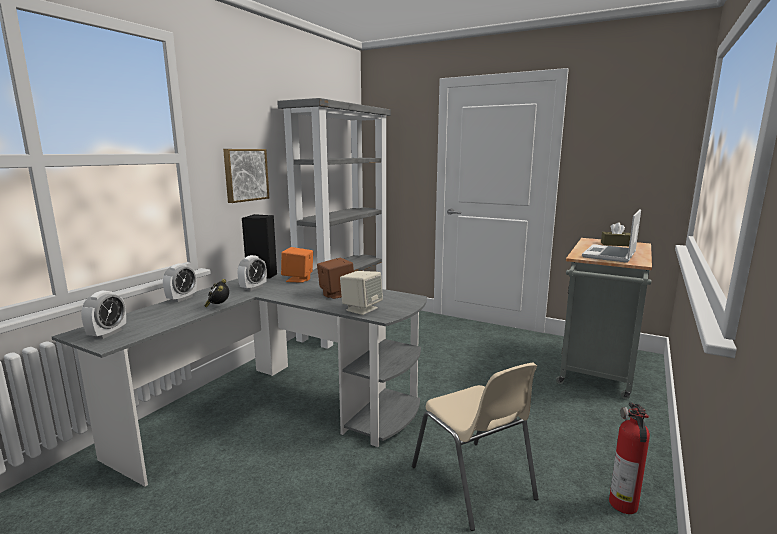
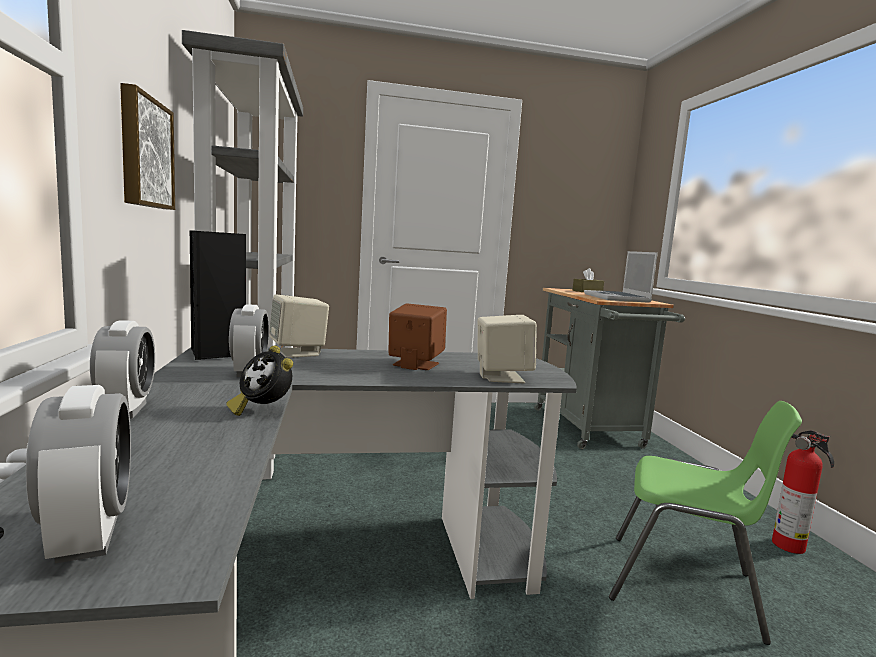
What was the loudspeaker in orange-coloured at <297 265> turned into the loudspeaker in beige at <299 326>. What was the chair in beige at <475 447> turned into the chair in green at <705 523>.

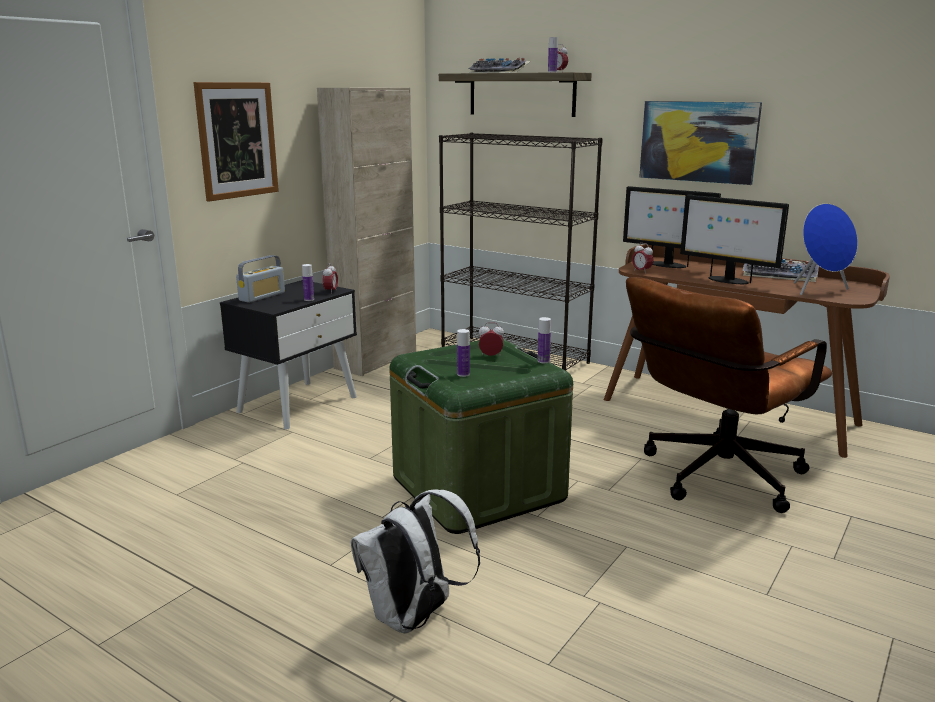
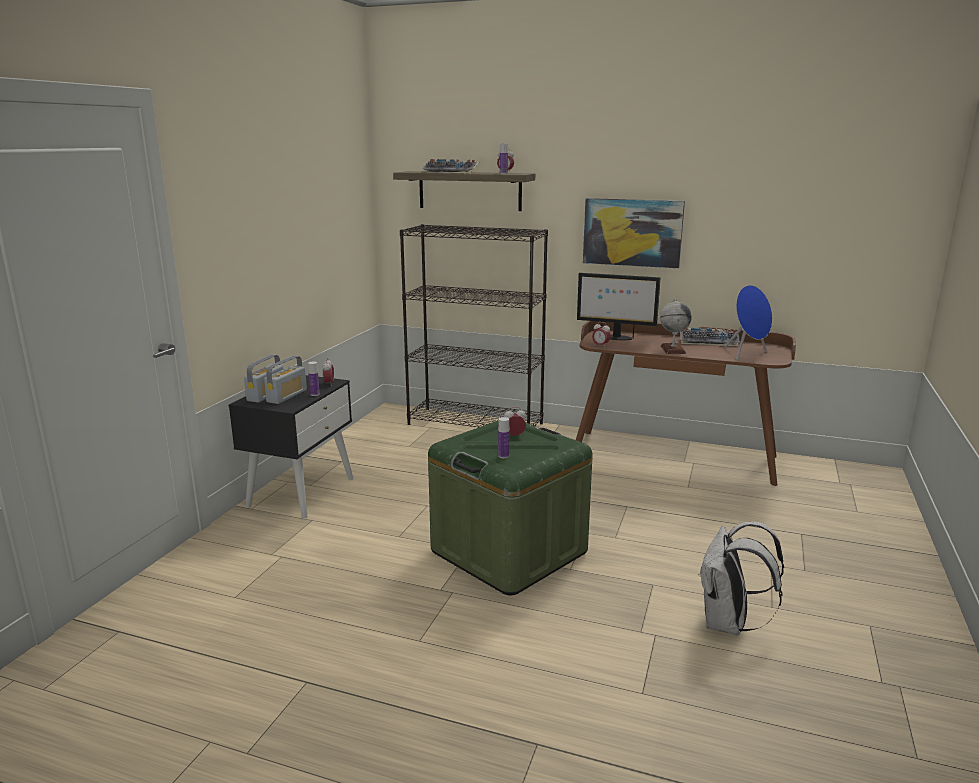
The second view lost the wall art at <236 142>. The second view lost the cabinet in beige at <366 231>. The knapsack in white-coloured ended up elsewhere, having gone from <415 561> to <741 578>. The second view lost the bottle at <544 340>. The second view lost the computer chair in brown-coloured at <729 395>. Where the monitor stood at <734 239>, the world globe came to stand at <676 326>. The second view gained the radio receiver at <285 380>.

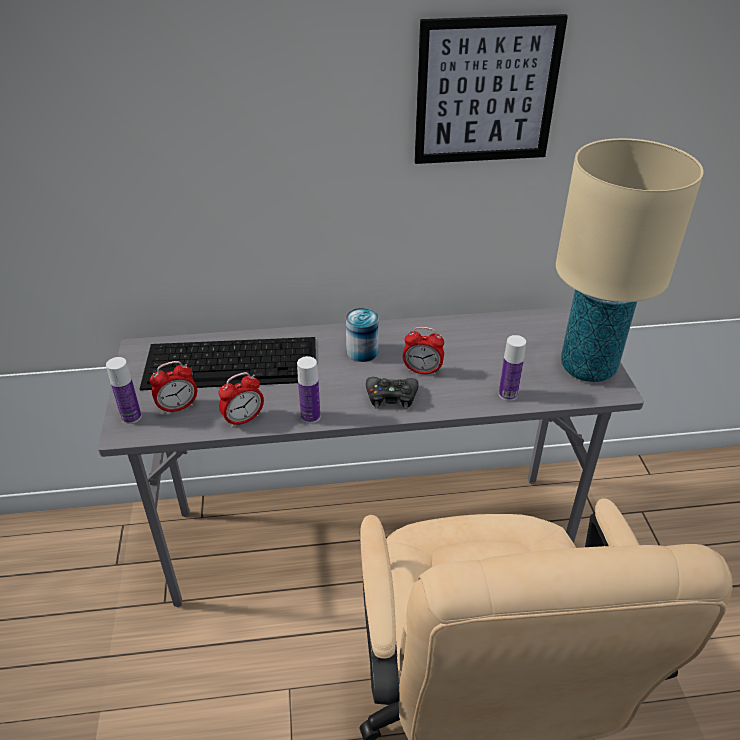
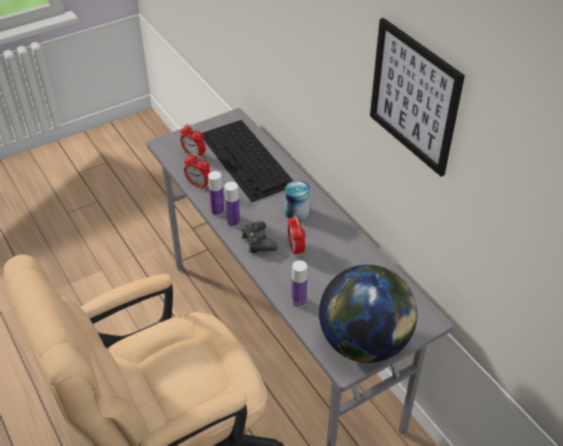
The bottle ended up elsewhere, having gone from <124 390> to <232 204>. Where the tabletop lamp in beige stood at <630 260>, the world globe came to stand at <368 314>.

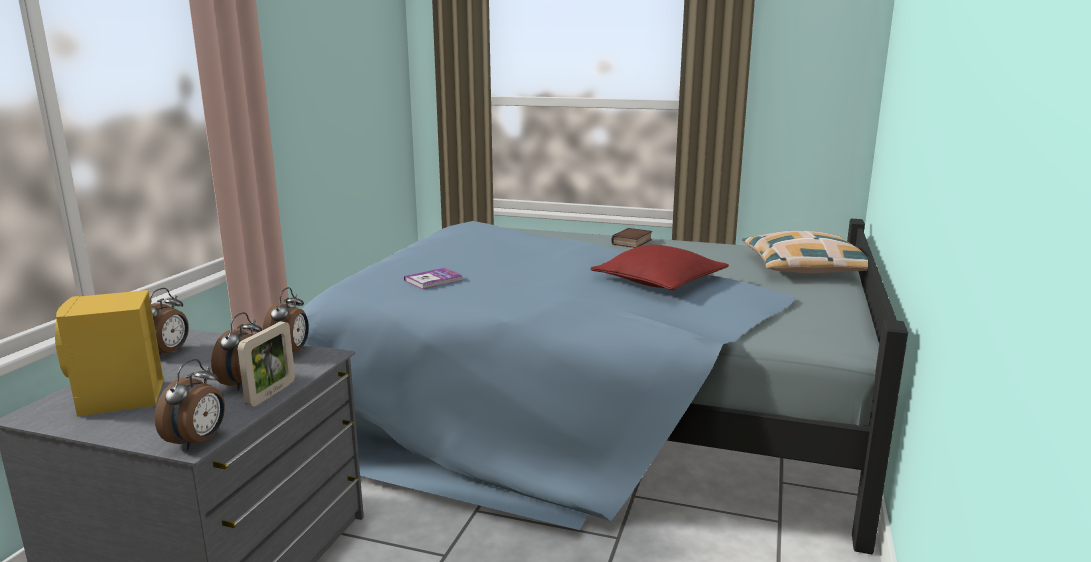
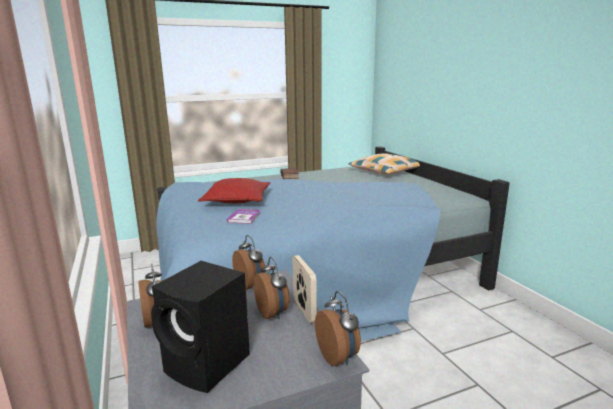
What was the loudspeaker in yellow at <109 353> turned into the loudspeaker in black at <200 327>. The cushion in reddish ended up elsewhere, having gone from <659 267> to <234 190>.

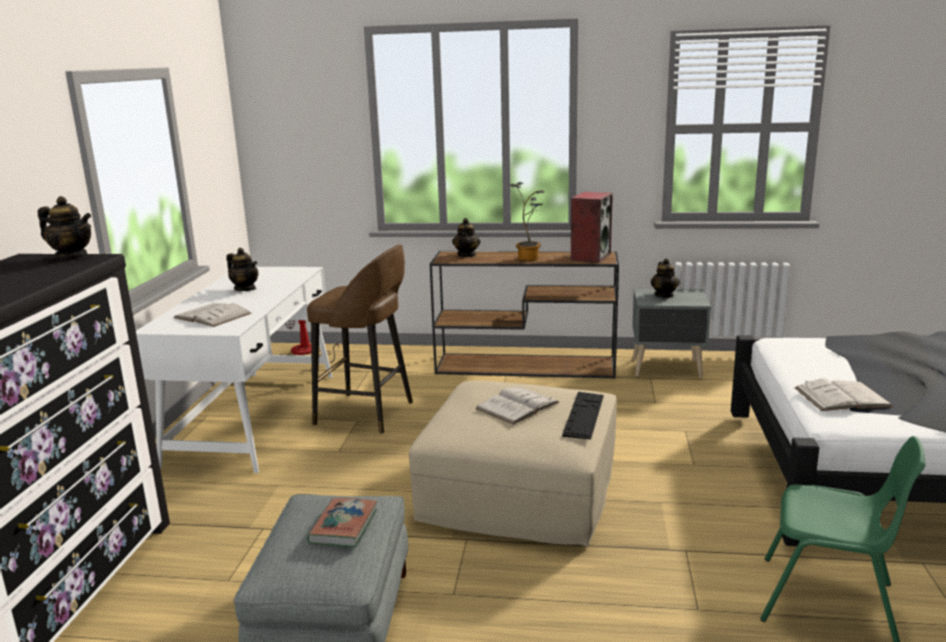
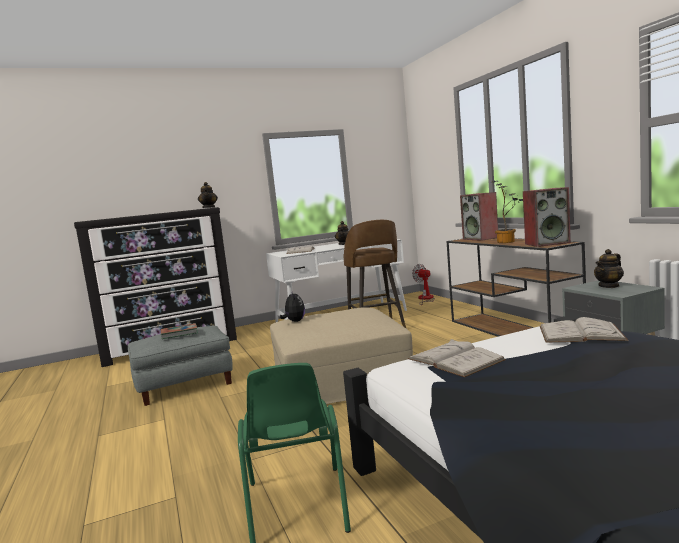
Where the tea pot stood at <466 237>, the loudspeaker came to stand at <479 216>. The volume in white-coloured ended up elsewhere, having gone from <517 406> to <584 329>. The second view lost the PC keyboard at <583 415>. The second view gained the plush toy at <292 307>.

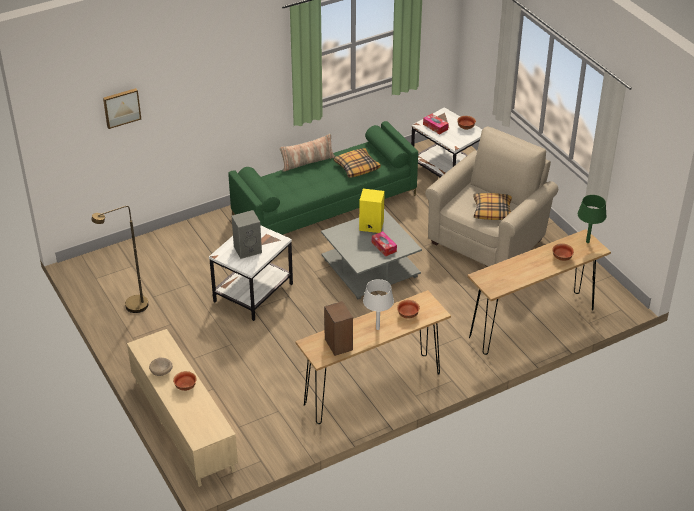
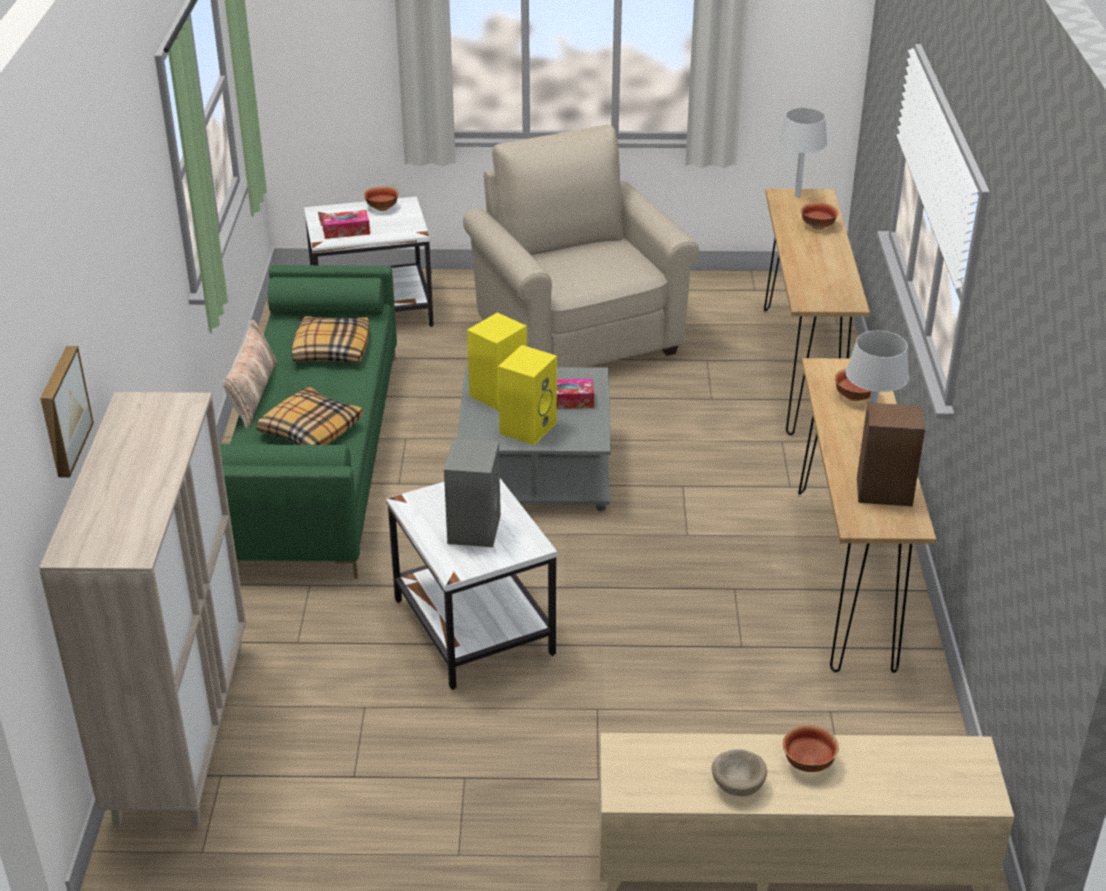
The second view lost the floor lamp in brown-coloured at <119 259>. The cushion ended up elsewhere, having gone from <492 206> to <309 416>. What was the tabletop lamp in green at <592 219> turned into the tabletop lamp in grey at <803 153>. The second view gained the cabinet in beige at <142 610>. The second view gained the loudspeaker in yellow at <527 395>.

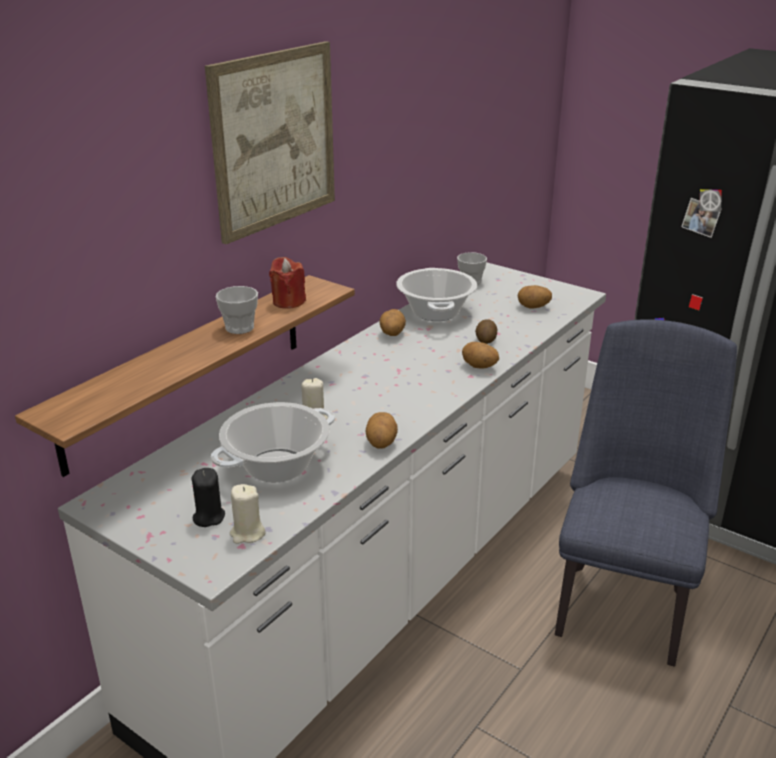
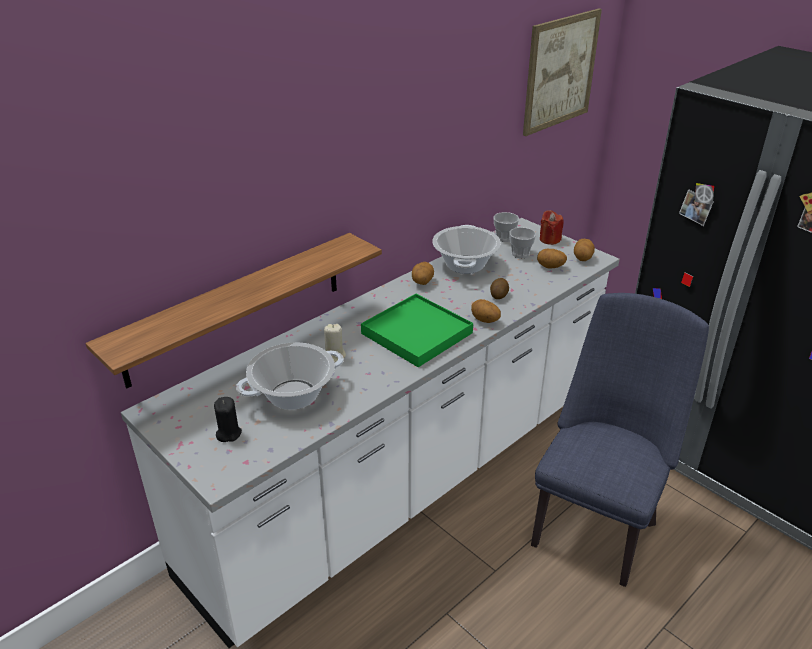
The wall art ended up elsewhere, having gone from <270 142> to <562 72>. The small cup ended up elsewhere, having gone from <237 310> to <522 242>. The second view lost the wax light in beige at <248 514>. The wax light in reddish ended up elsewhere, having gone from <287 283> to <552 227>. The whole potato ended up elsewhere, having gone from <382 430> to <584 250>. The second view gained the tray in green at <417 330>.

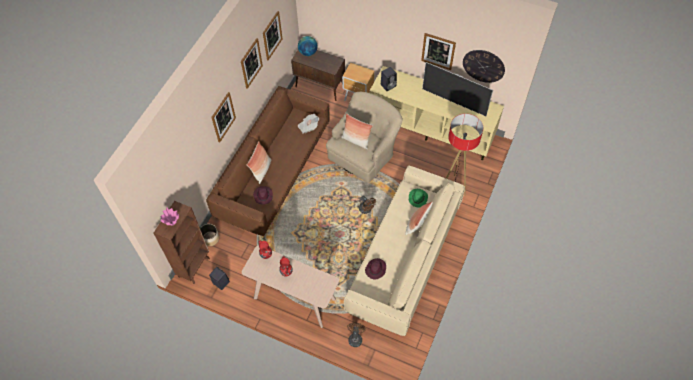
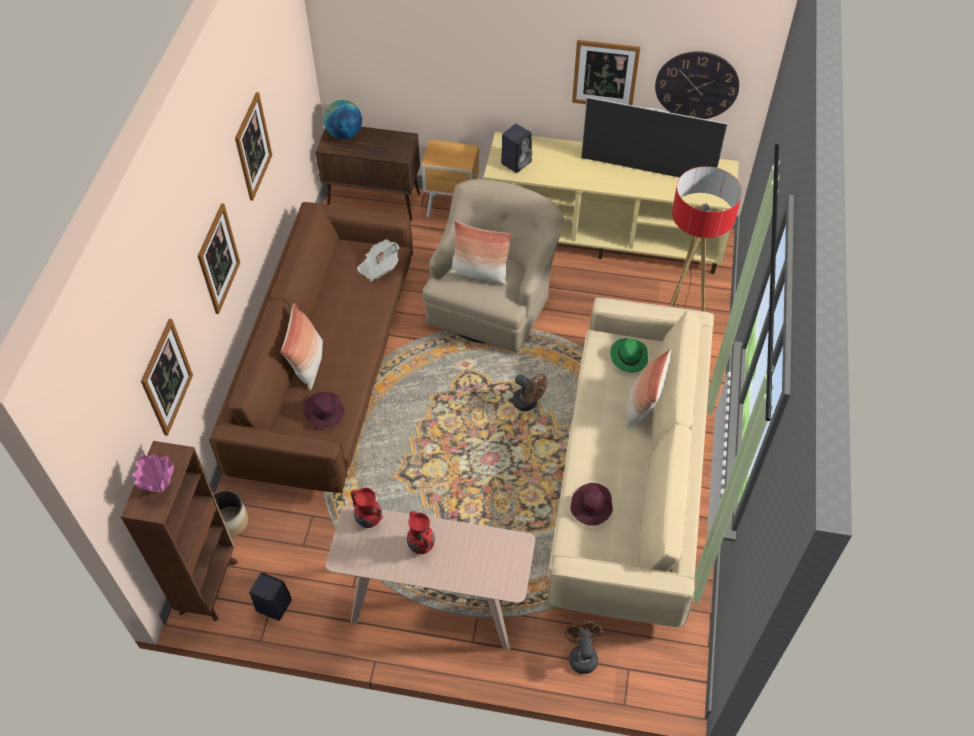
The wall art ended up elsewhere, having gone from <272 35> to <167 377>.

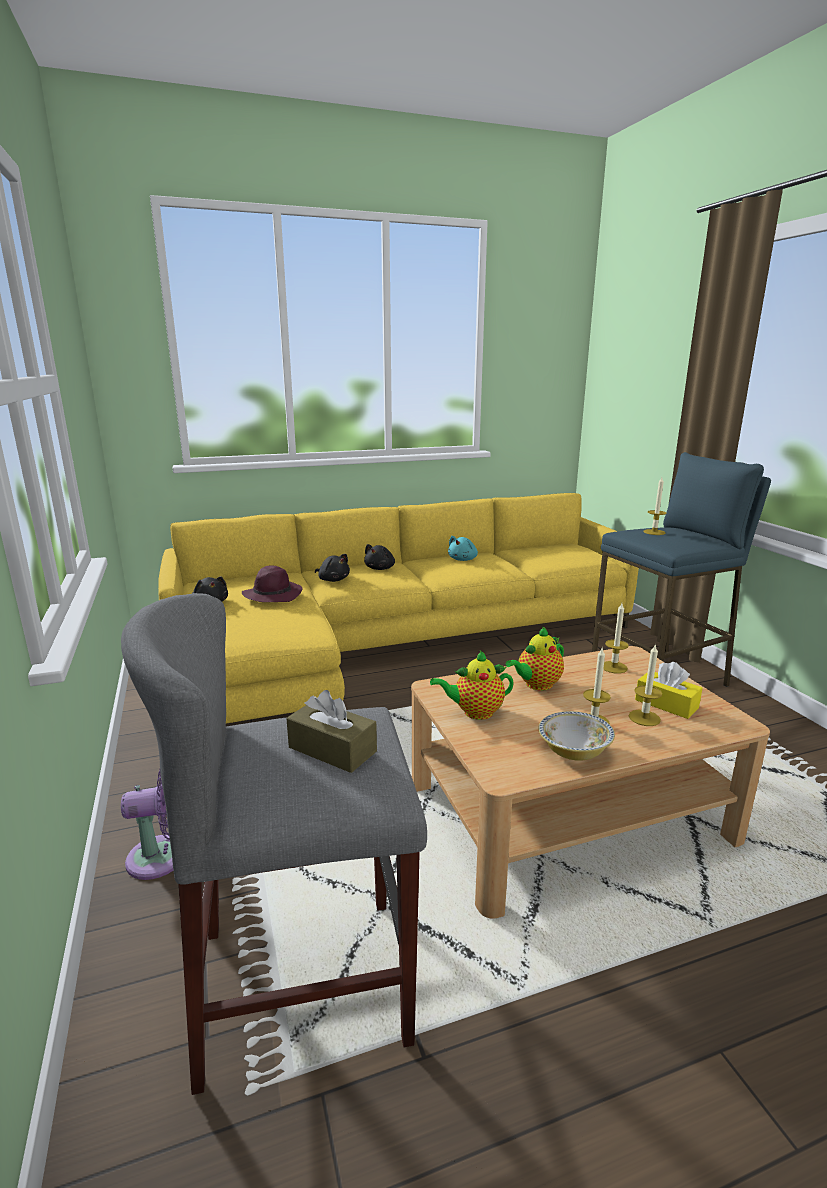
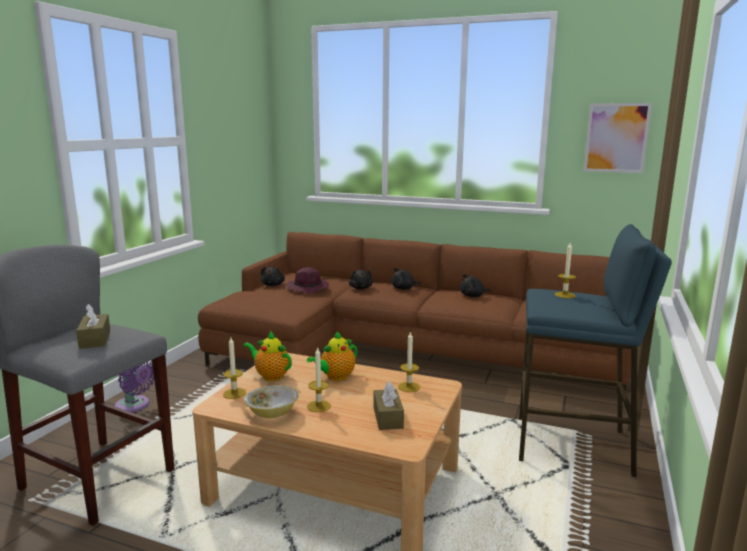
What was the settee in yellow at <398 608> turned into the settee in brown-coloured at <414 316>. What was the plush toy in turquoise at <463 548> turned into the plush toy in black at <475 285>. The tea pot at <535 658> ended up facing another way, 45 degrees counterclockwise from before. The wax light ended up elsewhere, having gone from <645 685> to <234 368>. What was the box of tissues in yellow at <669 690> turned into the box of tissues in brown-coloured at <388 406>. The second view gained the wall art at <617 138>.

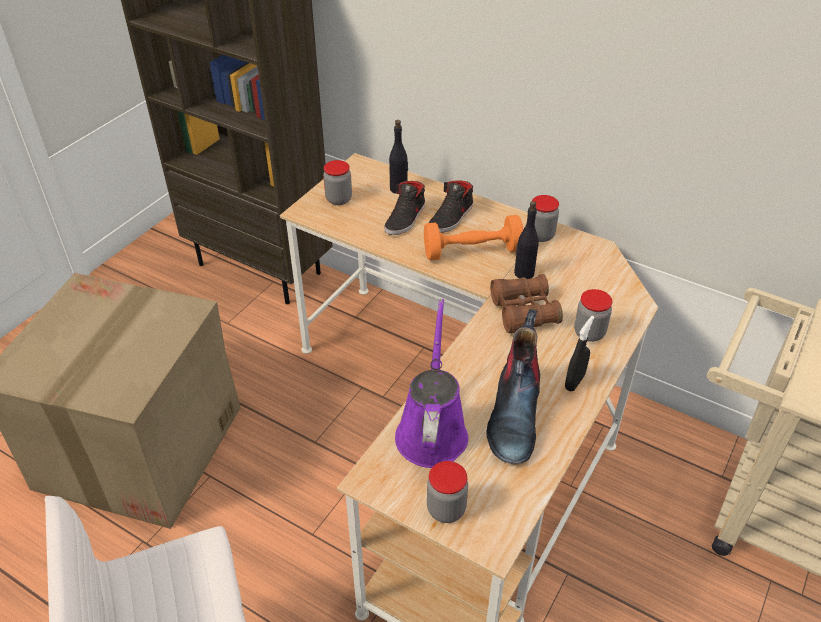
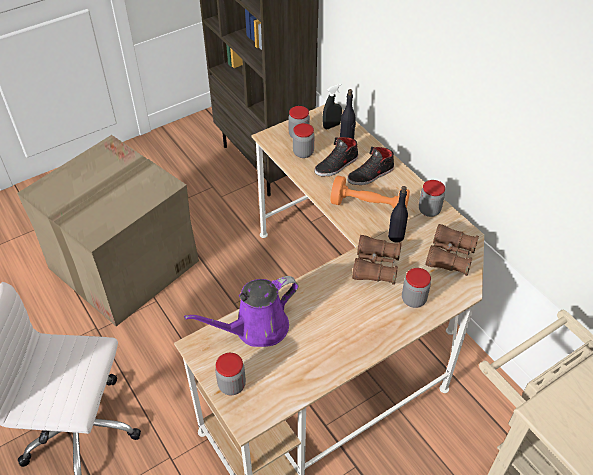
The sprinkling can in purple-coloured at <431 383> ended up facing another way, 150 degrees counterclockwise from before. The second view lost the high-top boot at <513 386>. The hand sprayer in black ended up elsewhere, having gone from <579 353> to <332 106>. The second view gained the storage jar at <304 140>. The second view gained the pair of binoculars in brown-coloured at <452 250>.

